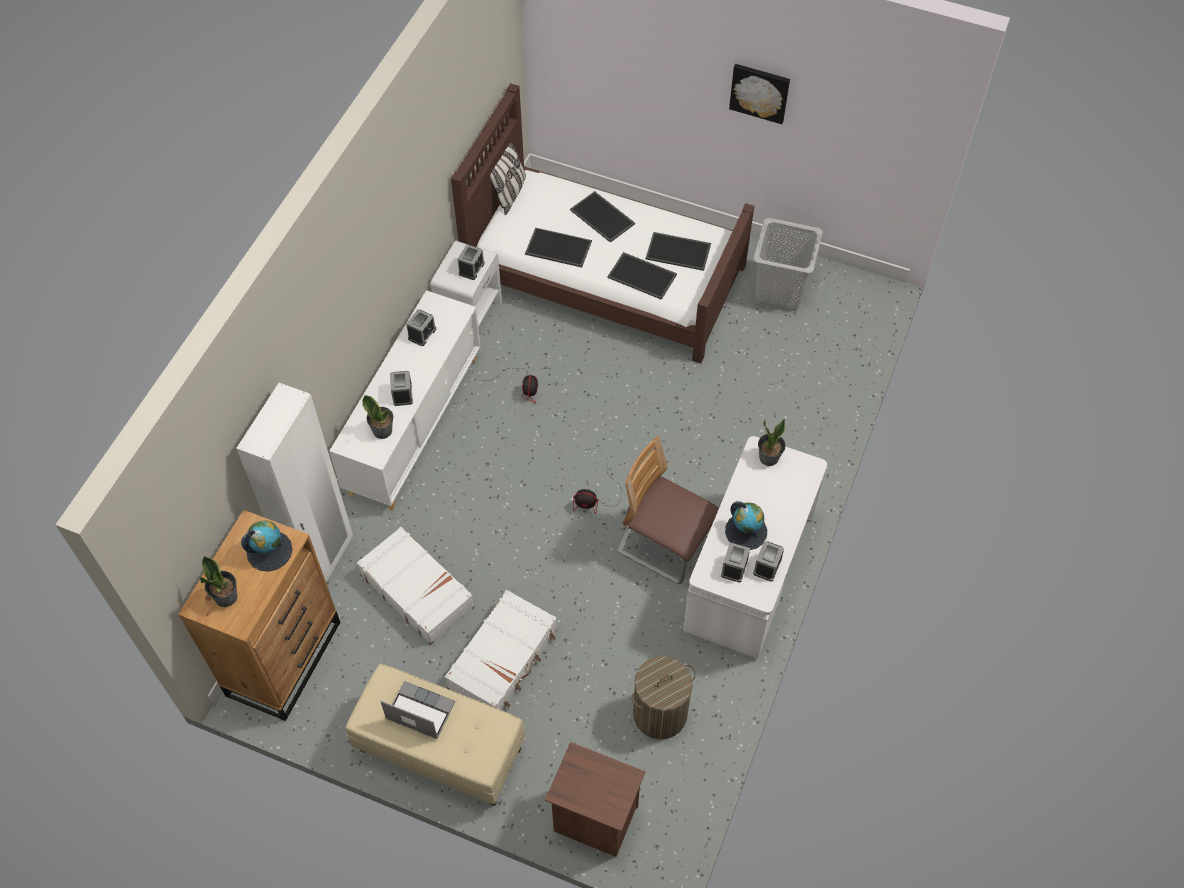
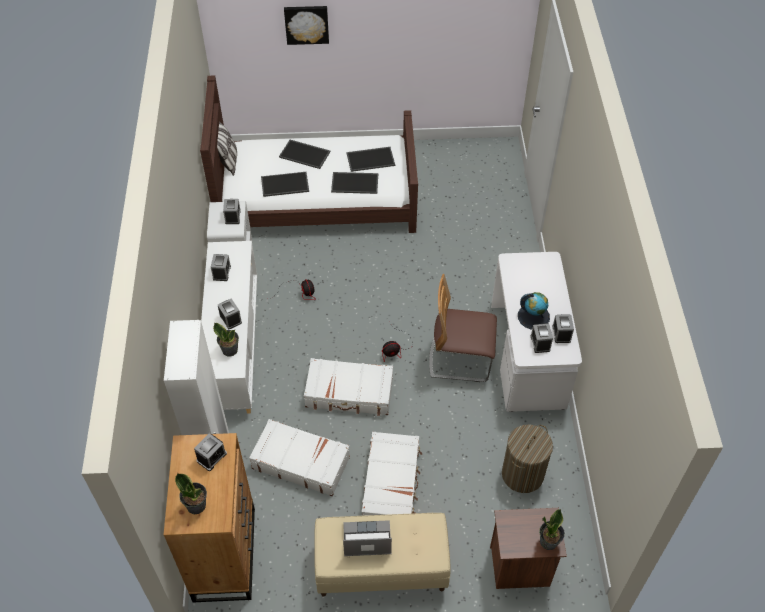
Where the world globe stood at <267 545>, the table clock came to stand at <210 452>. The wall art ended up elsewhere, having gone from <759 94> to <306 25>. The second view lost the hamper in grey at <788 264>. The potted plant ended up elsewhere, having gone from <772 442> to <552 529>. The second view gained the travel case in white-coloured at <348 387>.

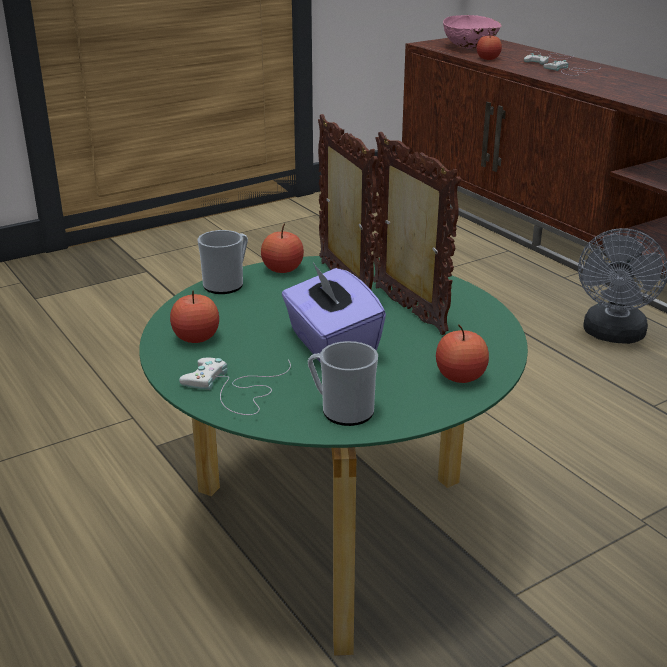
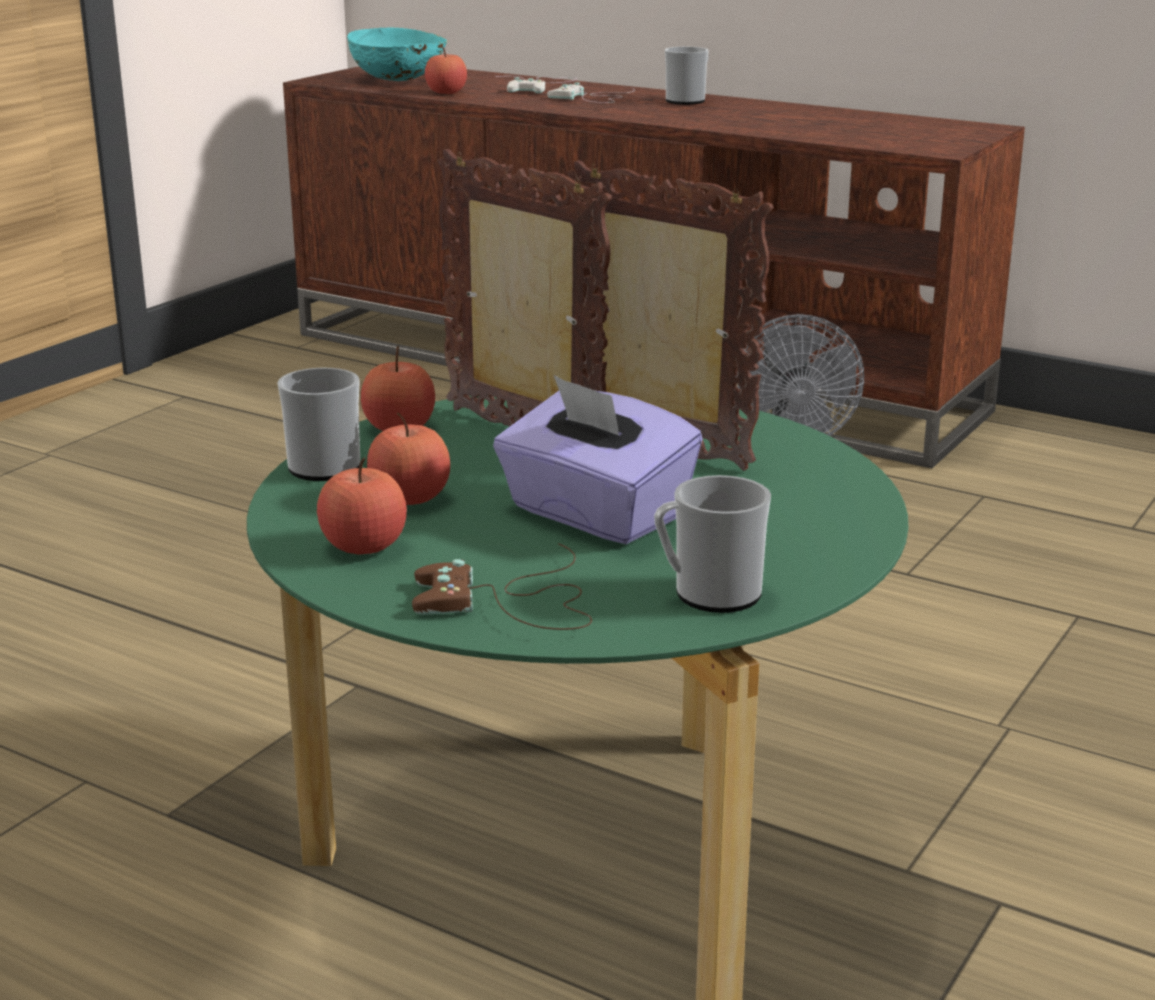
What was the gamepad in white-coloured at <235 386> turned into the gamepad in brown-coloured at <502 586>. The apple fruit ended up elsewhere, having gone from <462 354> to <408 459>. What was the serving bowl in pink-coloured at <472 32> turned into the serving bowl in turquoise at <397 54>. The second view gained the mug at <687 76>.

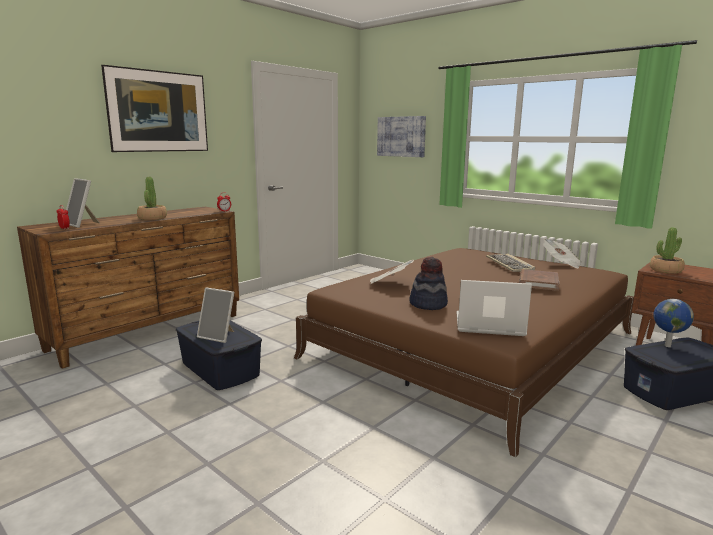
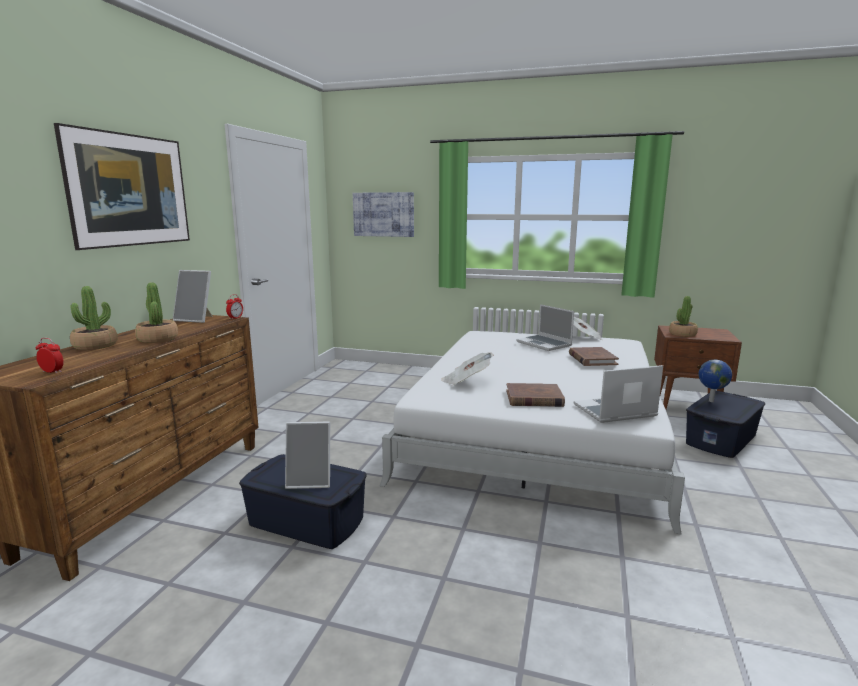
The standing frame ended up elsewhere, having gone from <83 203> to <193 296>. What was the bedroom bed in brown-coloured at <464 352> turned into the bedroom bed in white-coloured at <532 432>. Where the wearable hat stood at <428 283>, the volume in brown-coloured came to stand at <535 395>. Where the PC keyboard stood at <510 262>, the notebook computer came to stand at <545 327>. The second view gained the potted plant at <94 318>.

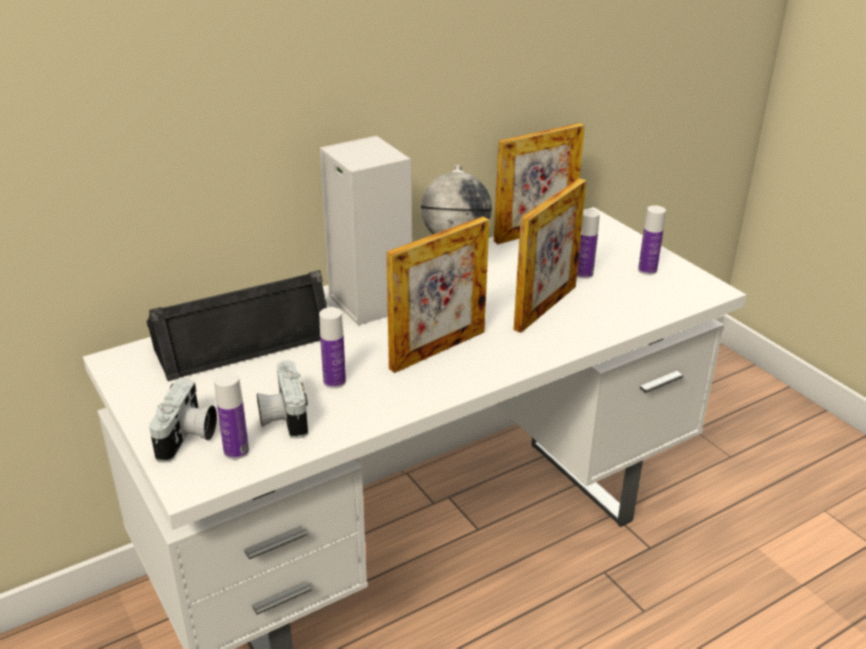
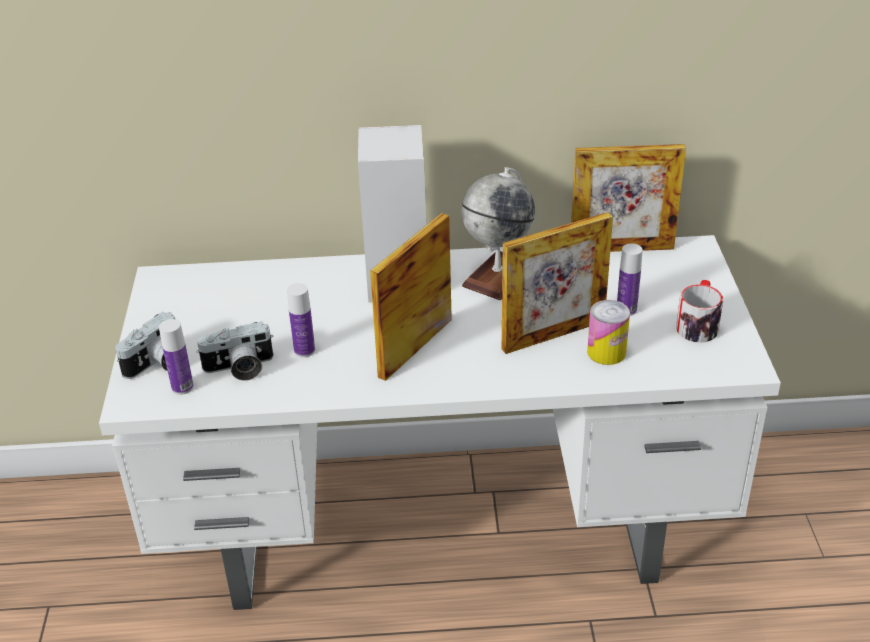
The second view lost the loudspeaker in black at <237 325>. The photo camera at <282 399> ended up facing another way, 120 degrees counterclockwise from before. The standing frame at <437 294> ended up facing another way, 135 degrees clockwise from before. Where the bottle stood at <652 240>, the mug came to stand at <699 311>. The second view gained the metal can at <608 332>.

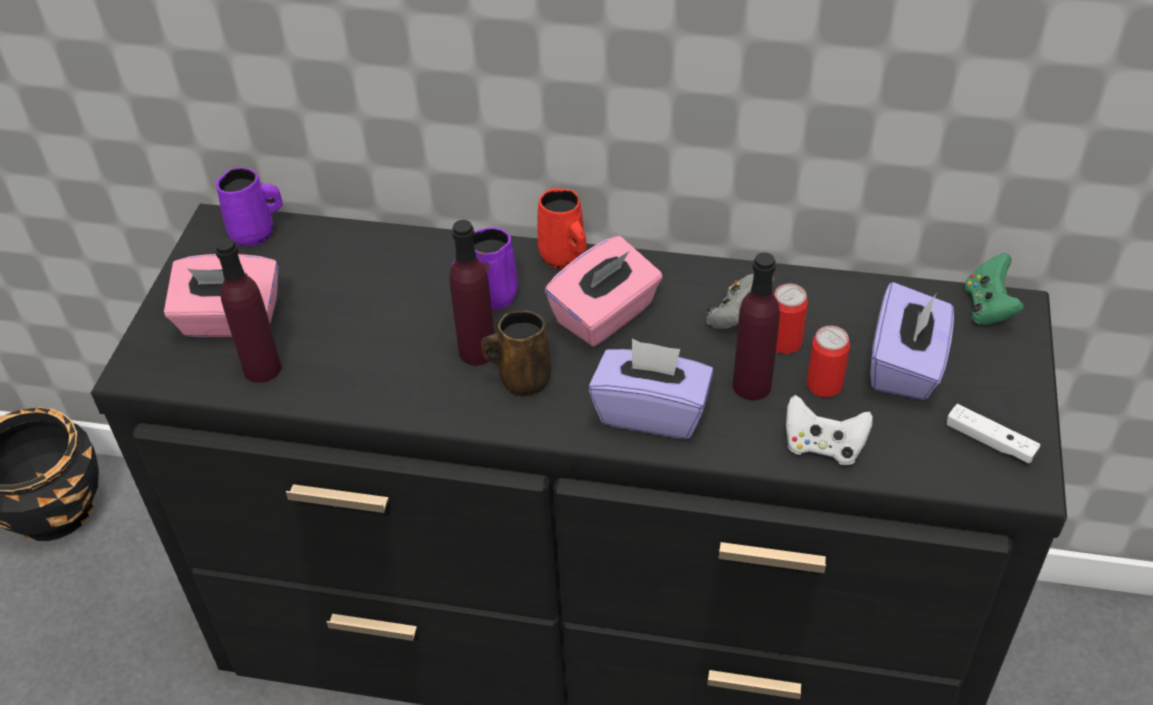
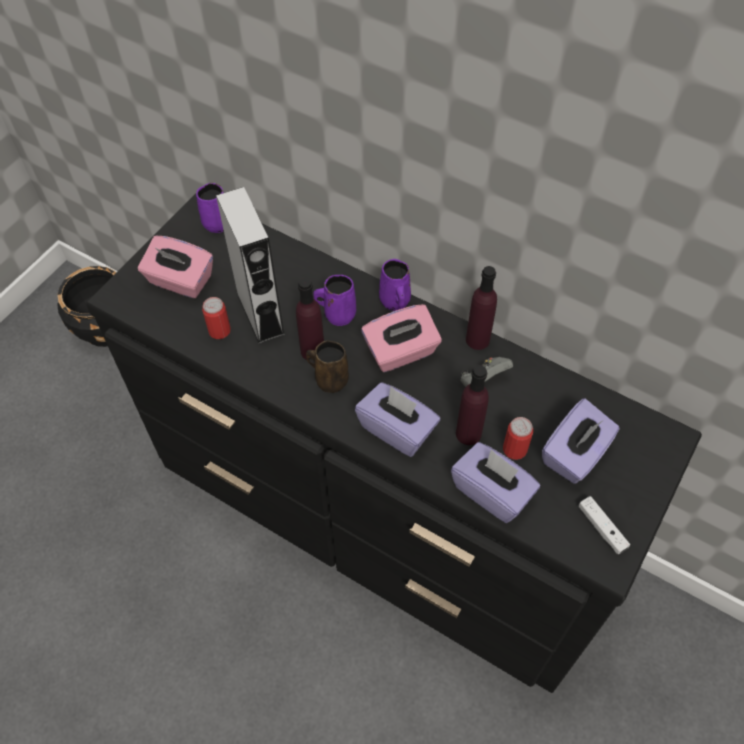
The bottle in purple-coloured ended up elsewhere, having gone from <248 310> to <481 308>. What was the mug in reddish at <561 228> turned into the mug in purple-coloured at <395 285>. The metal can ended up elsewhere, having gone from <790 319> to <216 318>. Where the gamepad in white-coloured stood at <829 430>, the box of tissues in purple-coloured came to stand at <495 482>. The second view lost the gamepad in green at <994 289>. The second view gained the loudspeaker in grey at <250 265>.

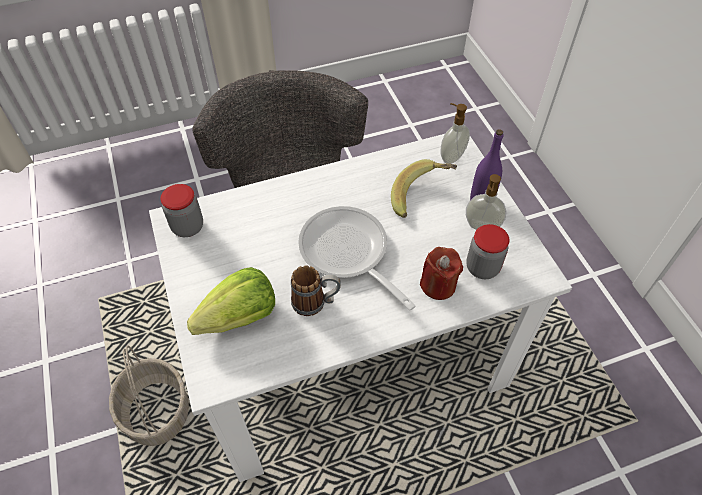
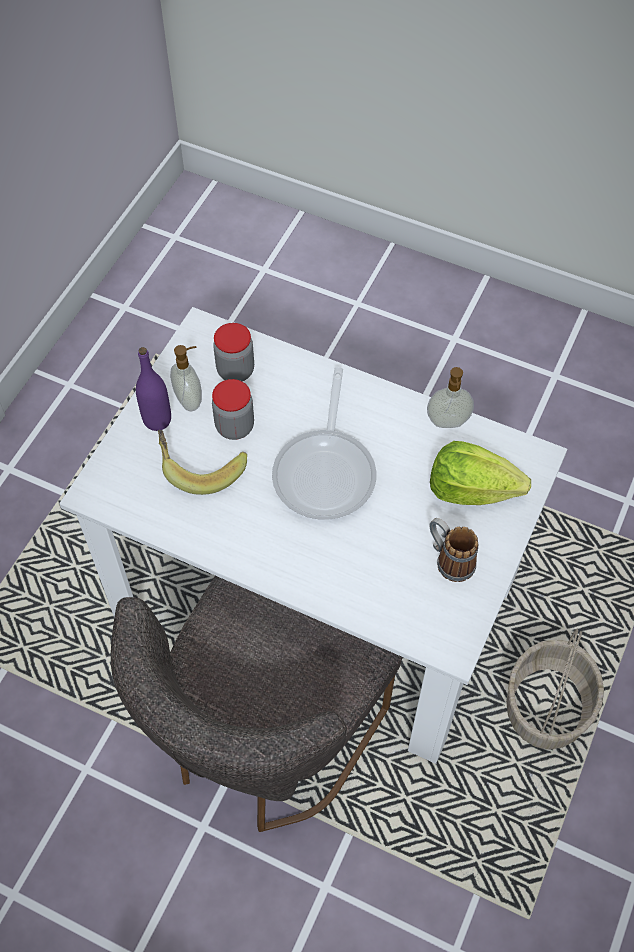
The storage jar ended up elsewhere, having gone from <181 210> to <233 409>. The mug ended up elsewhere, having gone from <316 290> to <454 550>. The second view lost the wax light in reddish at <441 273>. The liquid soap bottle ended up elsewhere, having gone from <455 133> to <450 397>.

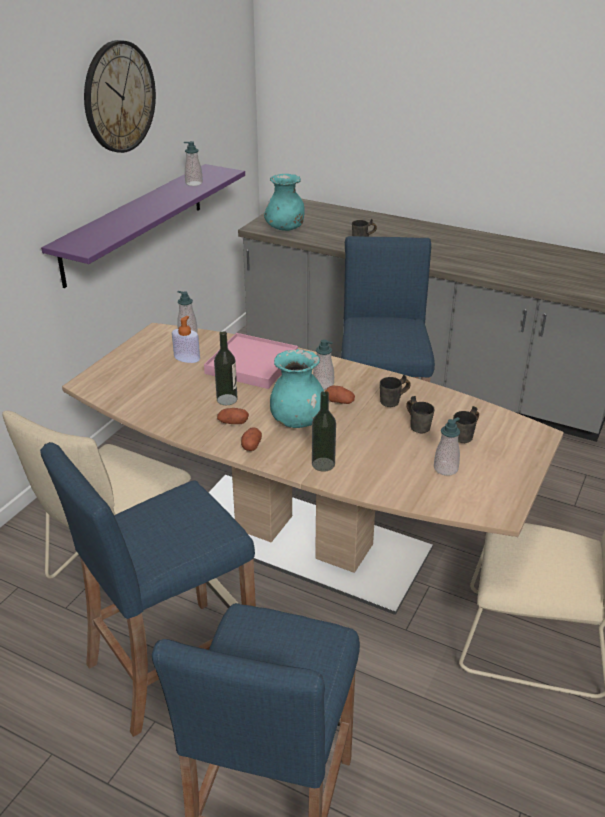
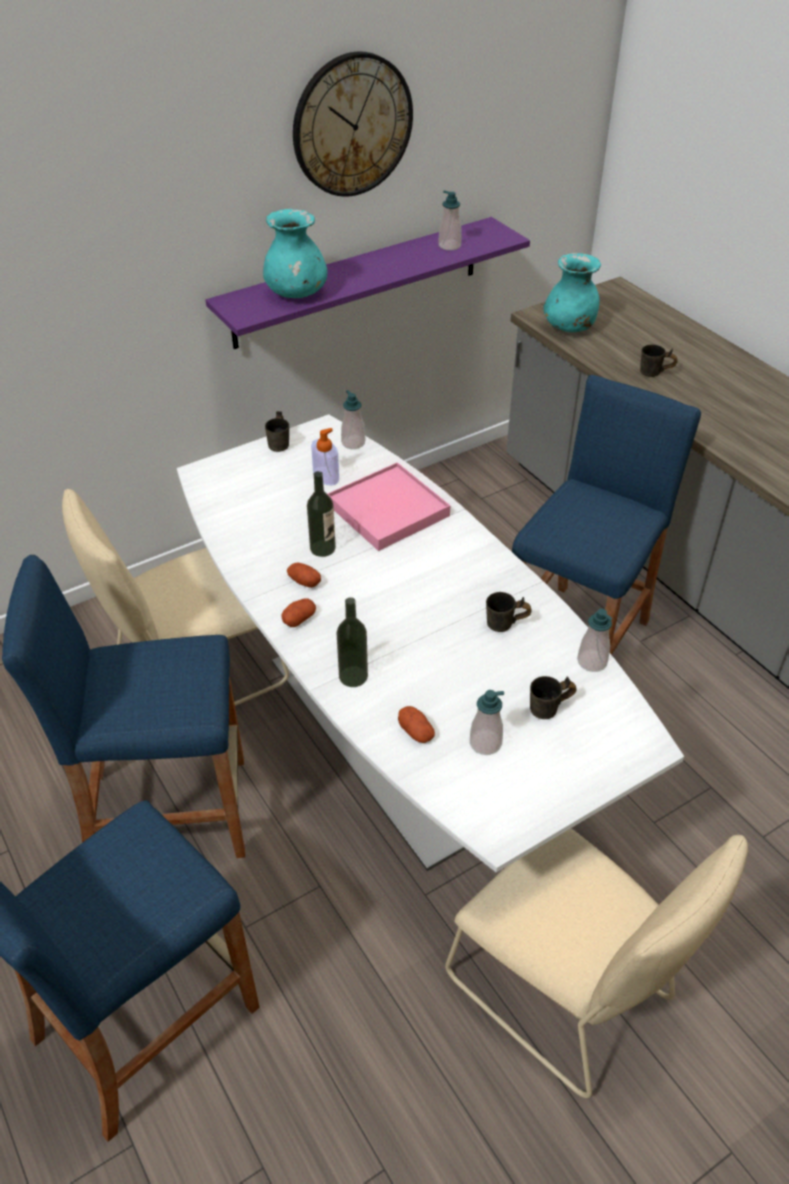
What was the kitchen table in brown-coloured at <313 469> turned into the kitchen table in white-coloured at <430 643>. The vase in turquoise ended up elsewhere, having gone from <297 388> to <295 253>. The liquid soap bottle ended up elsewhere, having gone from <323 364> to <594 640>. The whole potato ended up elsewhere, having gone from <340 395> to <416 724>. The mug in grey ended up elsewhere, having gone from <420 414> to <277 431>.

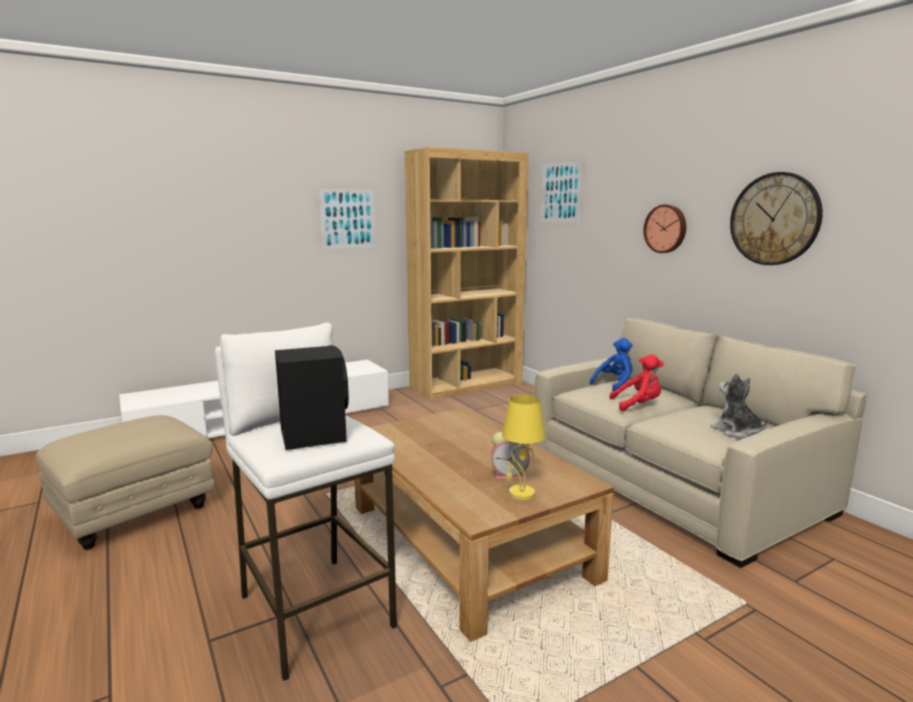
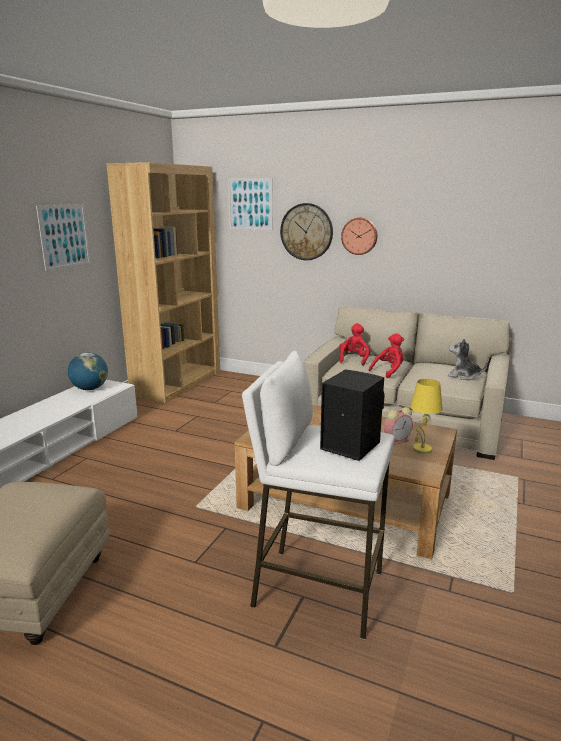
What was the plush toy in bluish at <611 364> turned into the plush toy in reddish at <354 344>. The clock on the wall ended up elsewhere, having gone from <776 218> to <306 231>. The second view gained the world globe at <88 371>.

